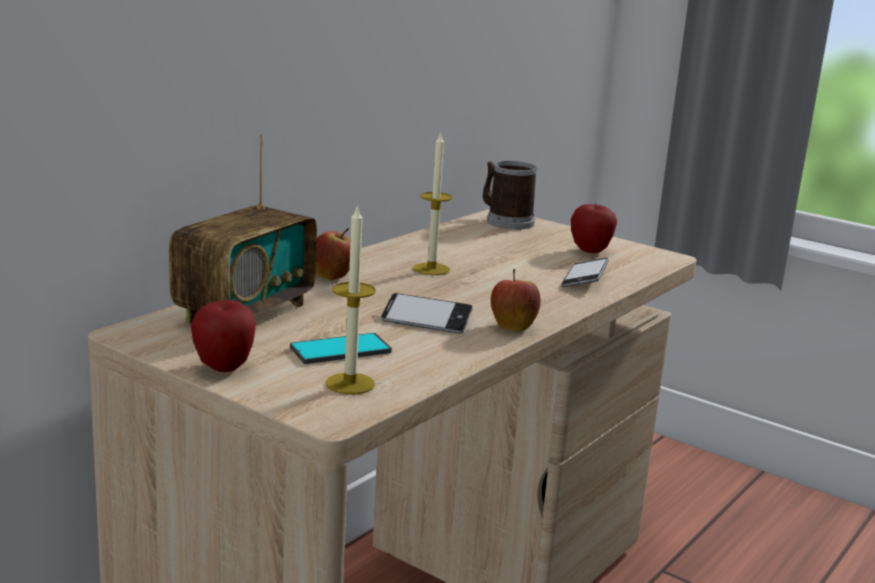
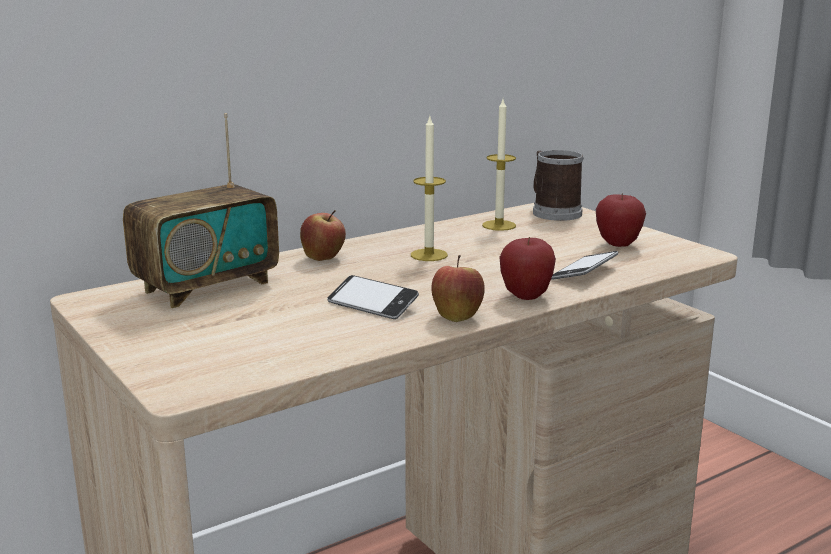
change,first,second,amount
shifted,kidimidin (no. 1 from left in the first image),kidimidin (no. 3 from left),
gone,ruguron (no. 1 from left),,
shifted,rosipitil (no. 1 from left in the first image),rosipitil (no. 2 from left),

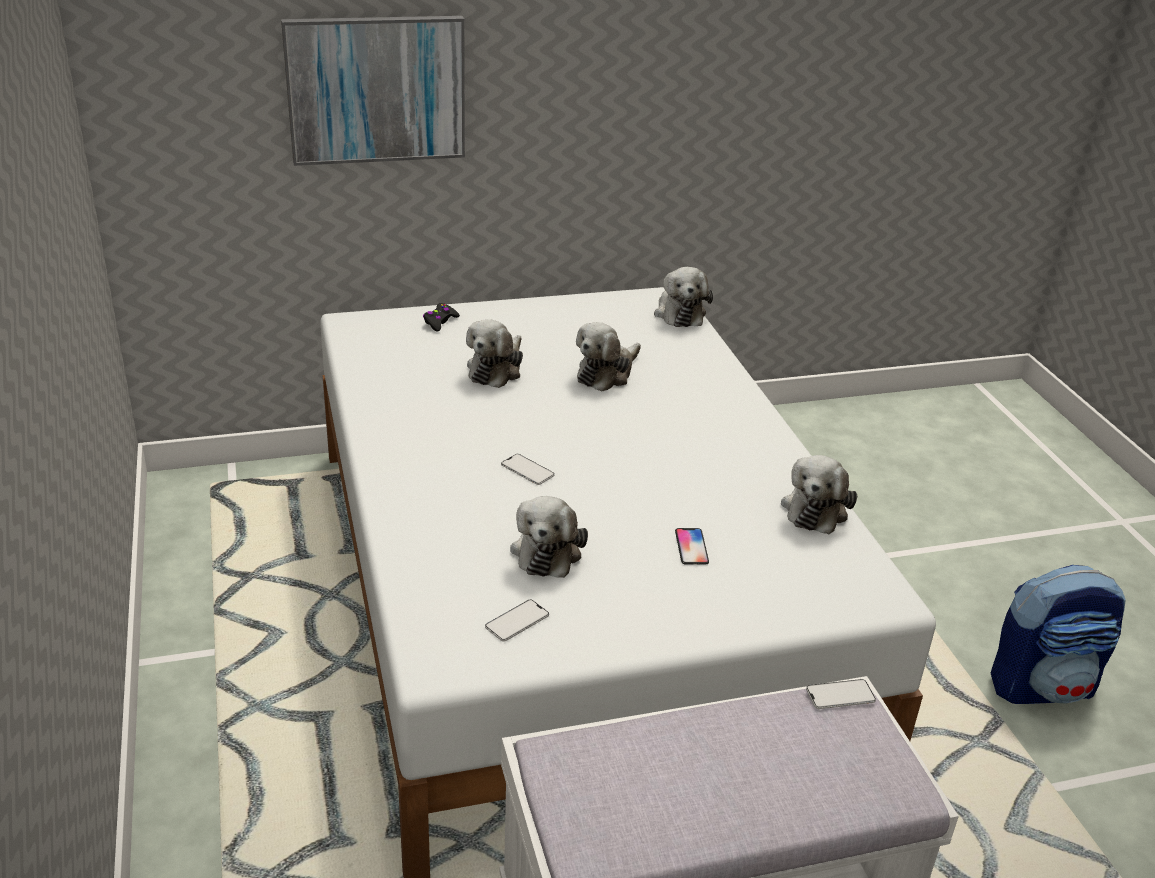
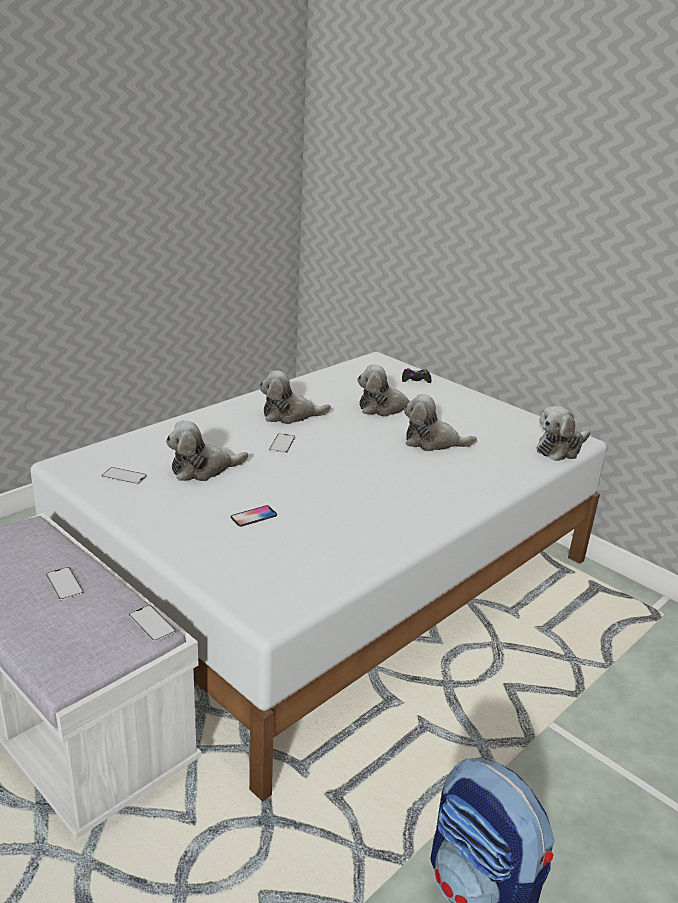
change,first,second,amount
gone,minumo,,
shifted,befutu (no. 5 from left in the first image),befutu (no. 2 from left),
new,,ruguron (no. 1 from left),

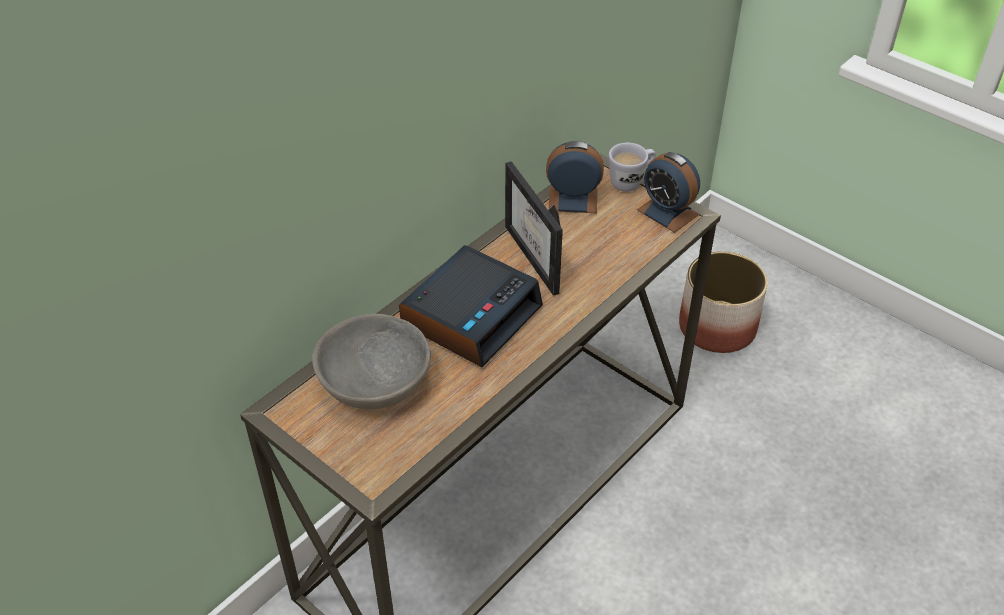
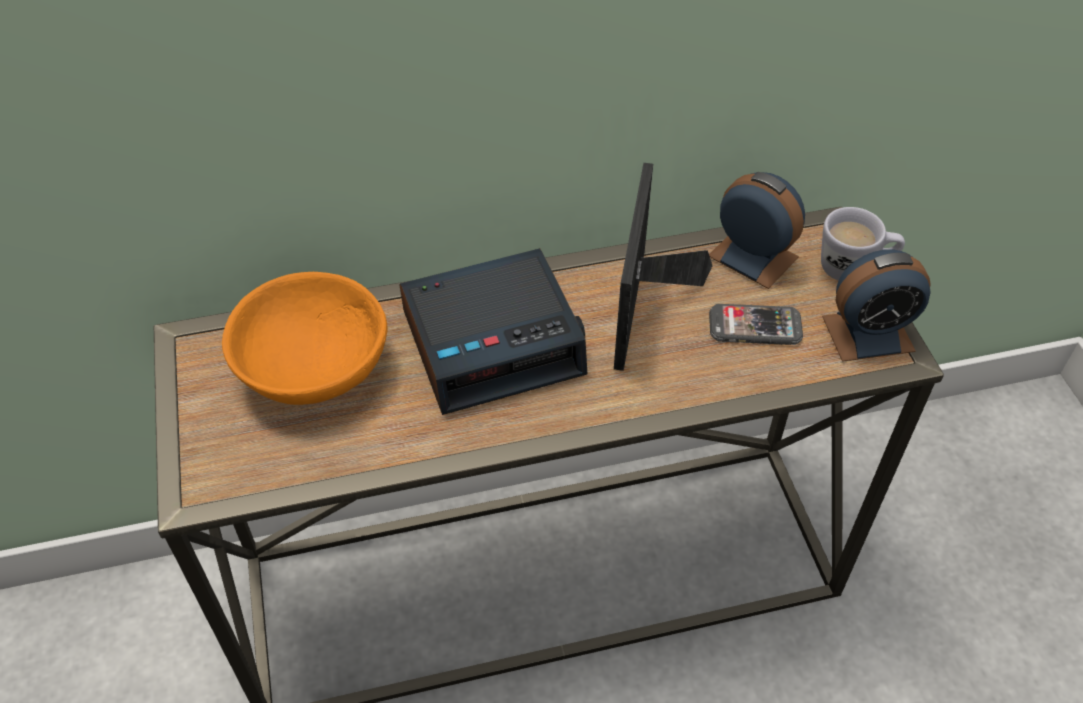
change,first,second,amount
repainted,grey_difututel,orange_difututel,
rotated,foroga (no. 3 from left),,90 degrees counterclockwise
gone,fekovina,,
new,,ruguron,

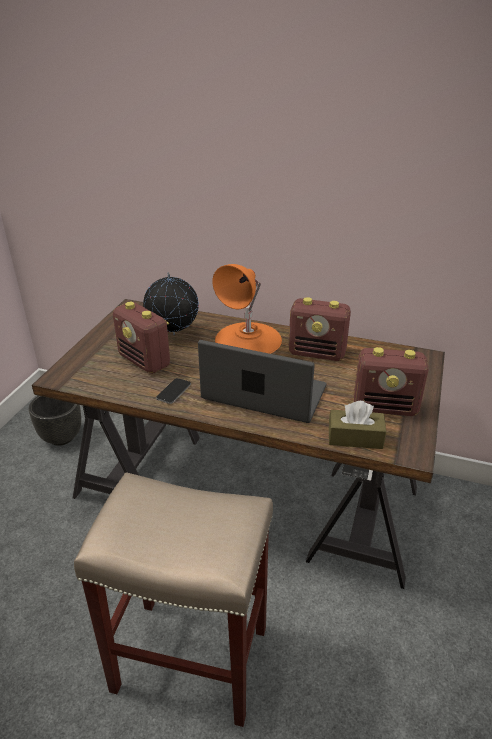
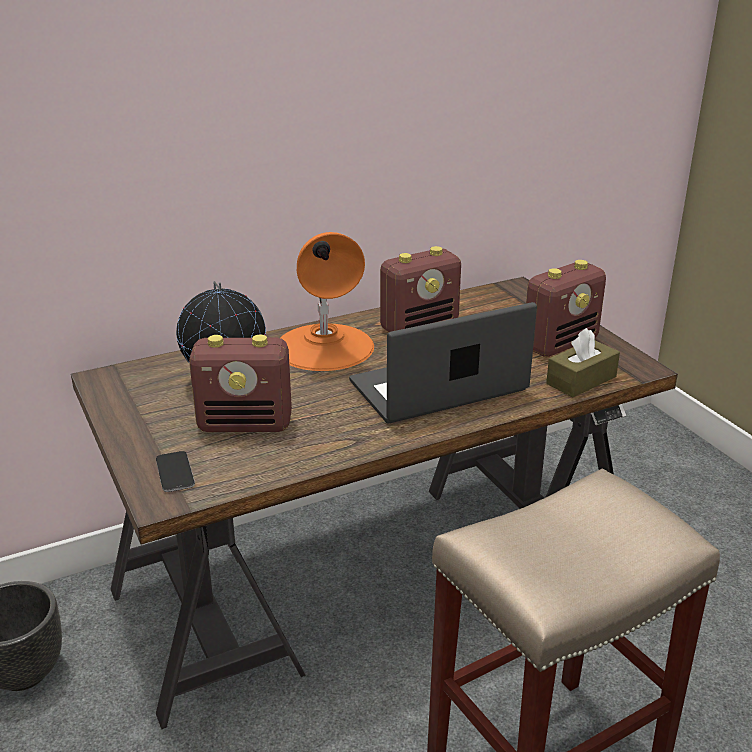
change,first,second,amount
shifted,ruguron,,

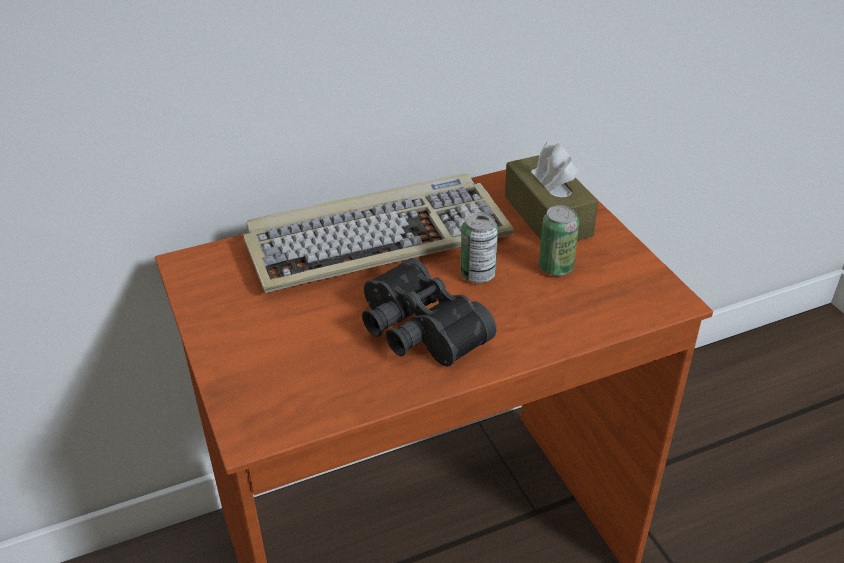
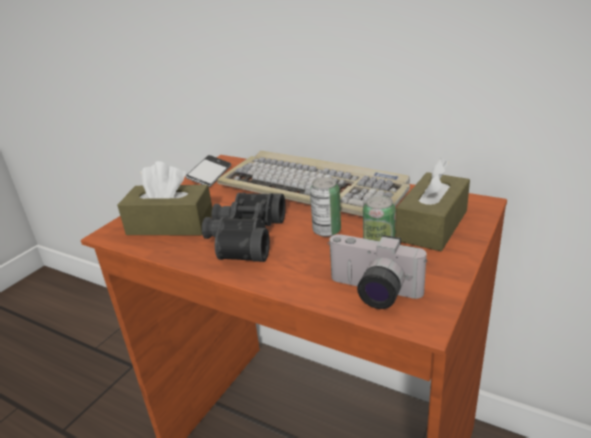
change,first,second,amount
new,,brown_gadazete (no. 1 from left),
new,,ruguron,
new,,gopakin,

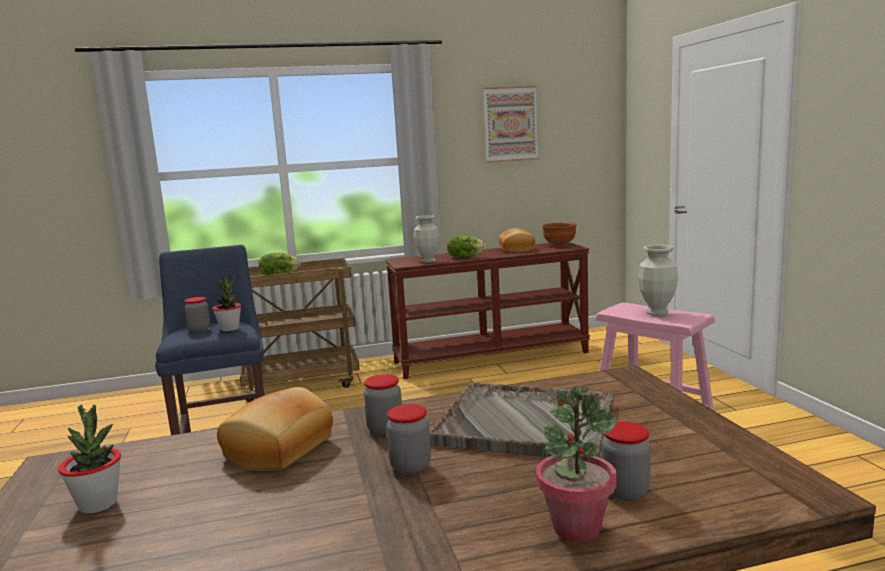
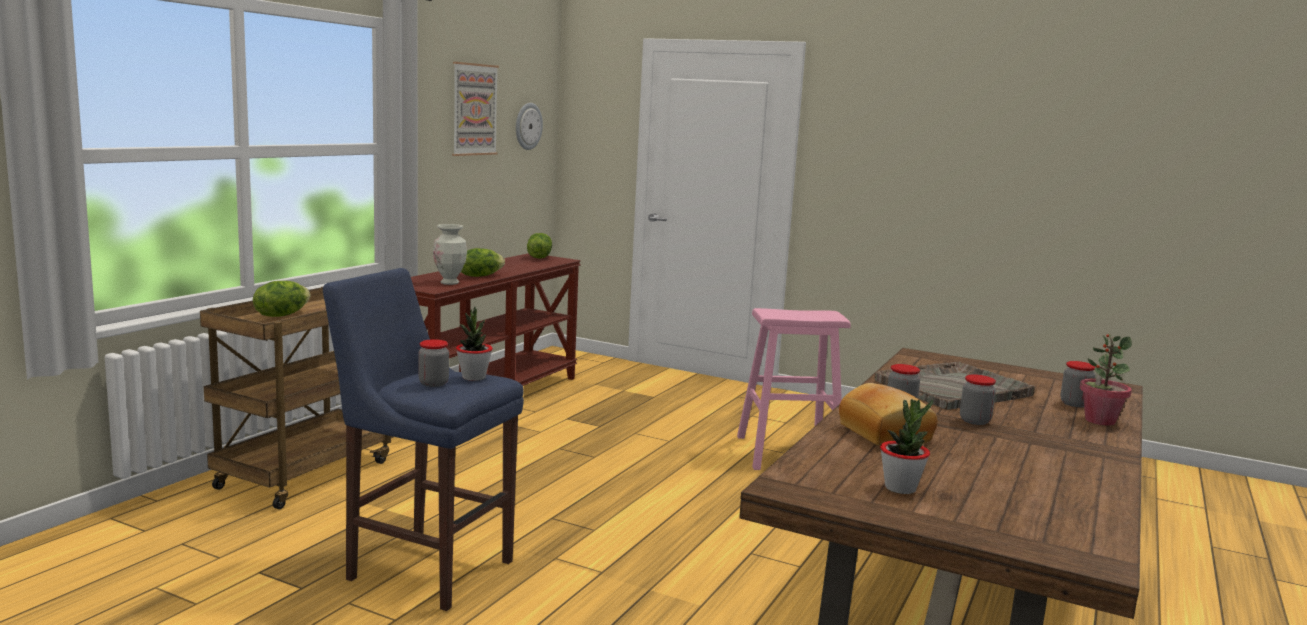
change,first,second,amount
gone,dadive (no. 2 from left),,
swapped,brown_difututel,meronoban (no. 3 from left),
gone,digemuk (no. 2 from left),,
new,,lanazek,

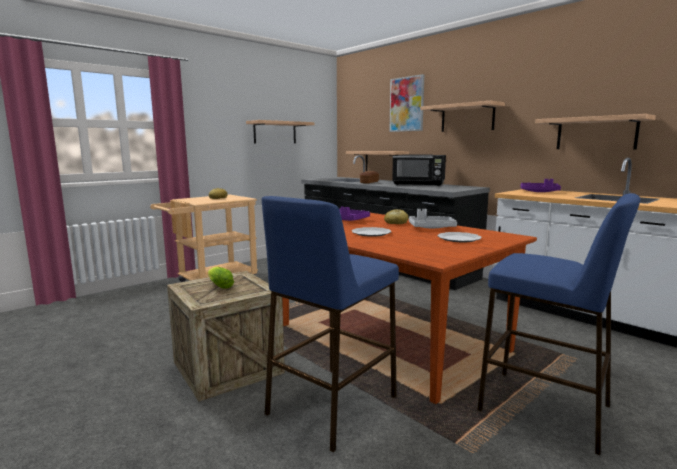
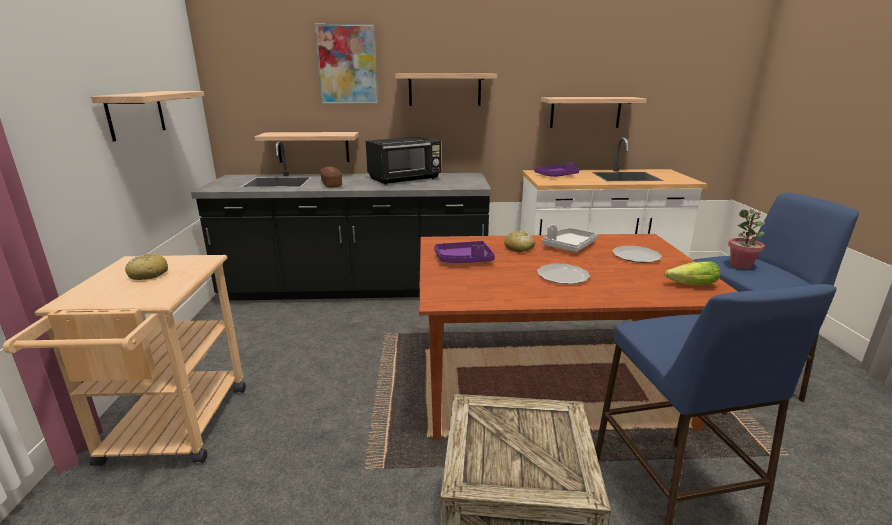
change,first,second,amount
shifted,meronoban,,
new,,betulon,

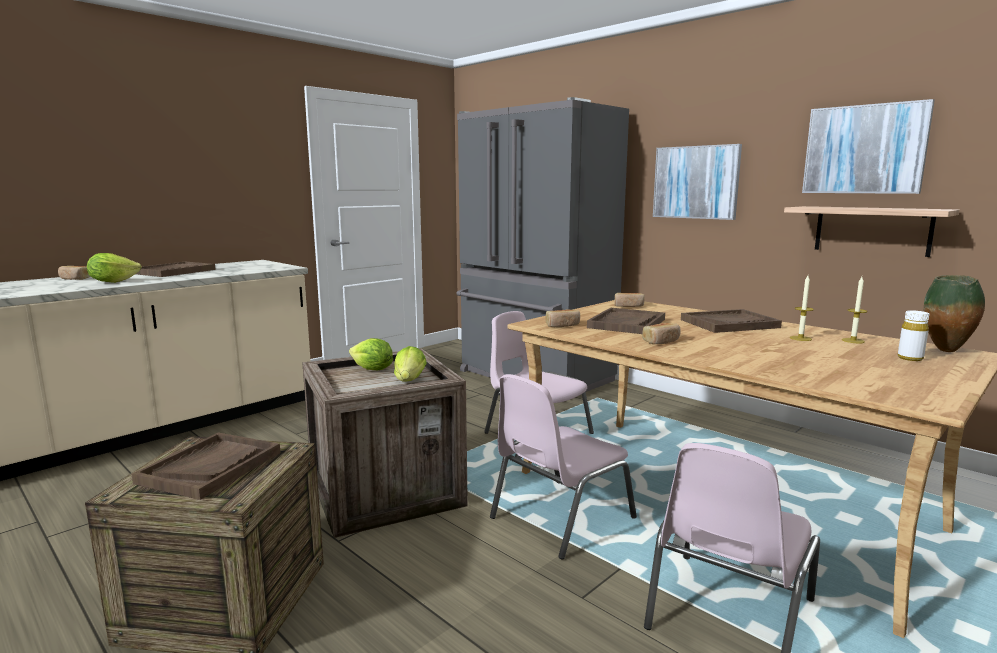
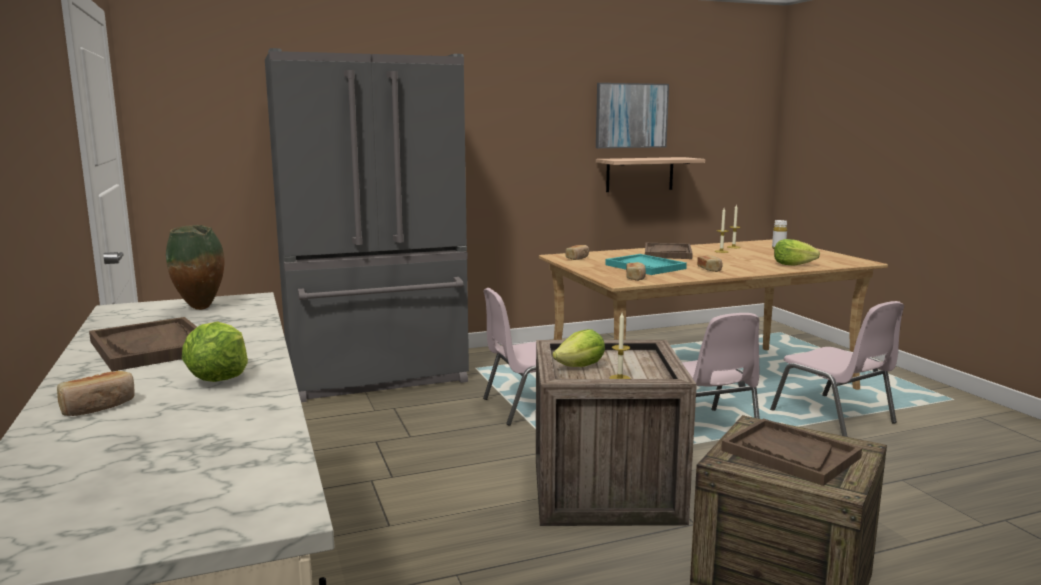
change,first,second,amount
shifted,meronoban (no. 3 from left),,
repainted,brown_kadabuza (no. 3 from left),turquoise_kadabuza,
gone,minumo (no. 1 from left),,
shifted,digemuk,,
new,,rosipitil (no. 1 from left),

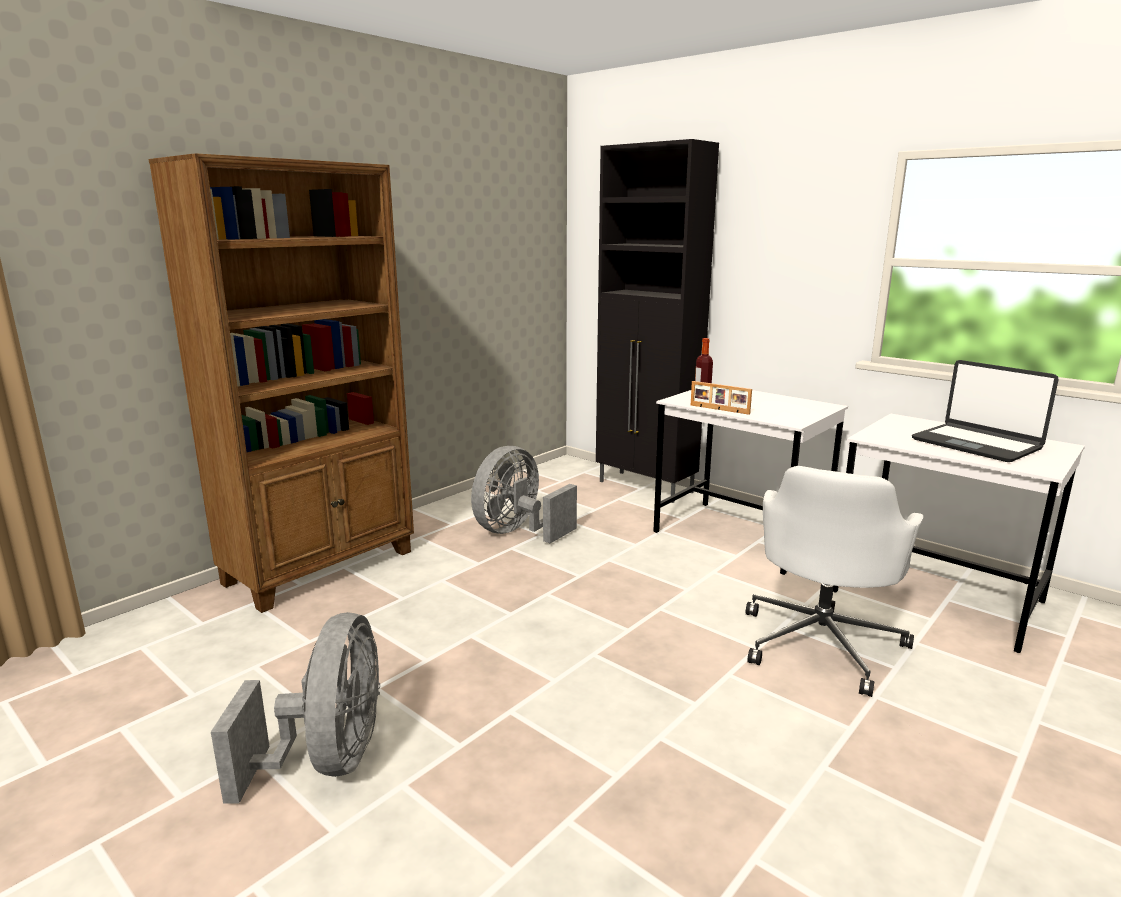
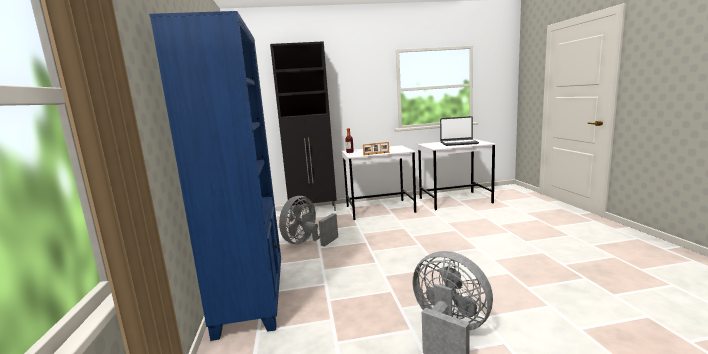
change,first,second,amount
repainted,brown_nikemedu,blue_nikemedu,
rotated,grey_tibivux (no. 2 from left in the first image),grey_tibivux (no. 1 from left),45 degrees clockwise
gone,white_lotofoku,,

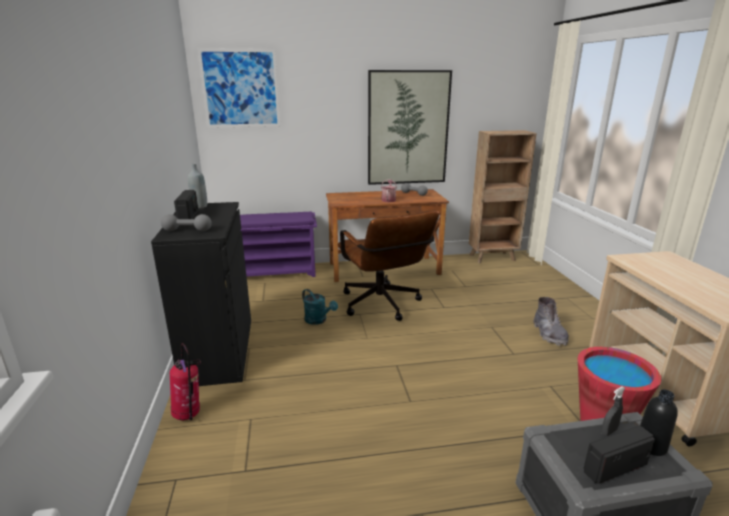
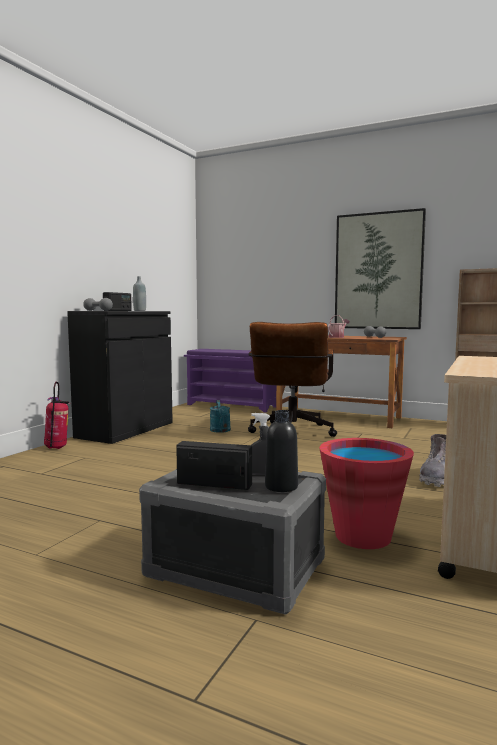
change,first,second,amount
gone,minumo (no. 1 from left),,

